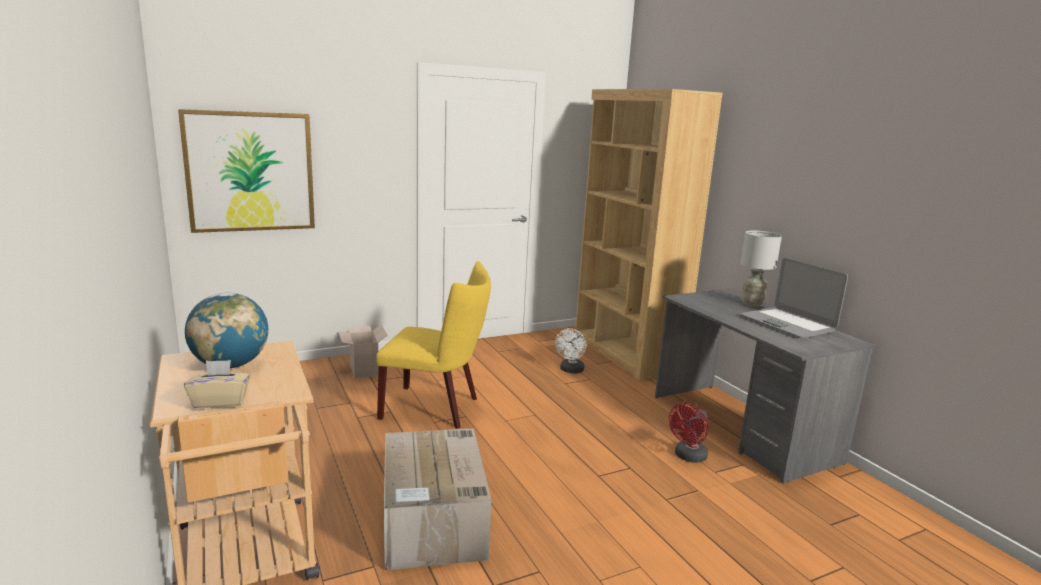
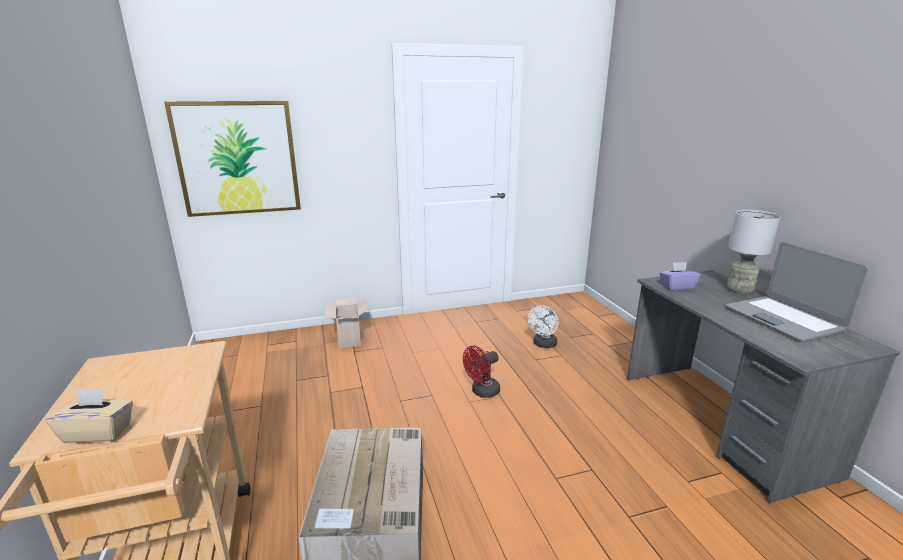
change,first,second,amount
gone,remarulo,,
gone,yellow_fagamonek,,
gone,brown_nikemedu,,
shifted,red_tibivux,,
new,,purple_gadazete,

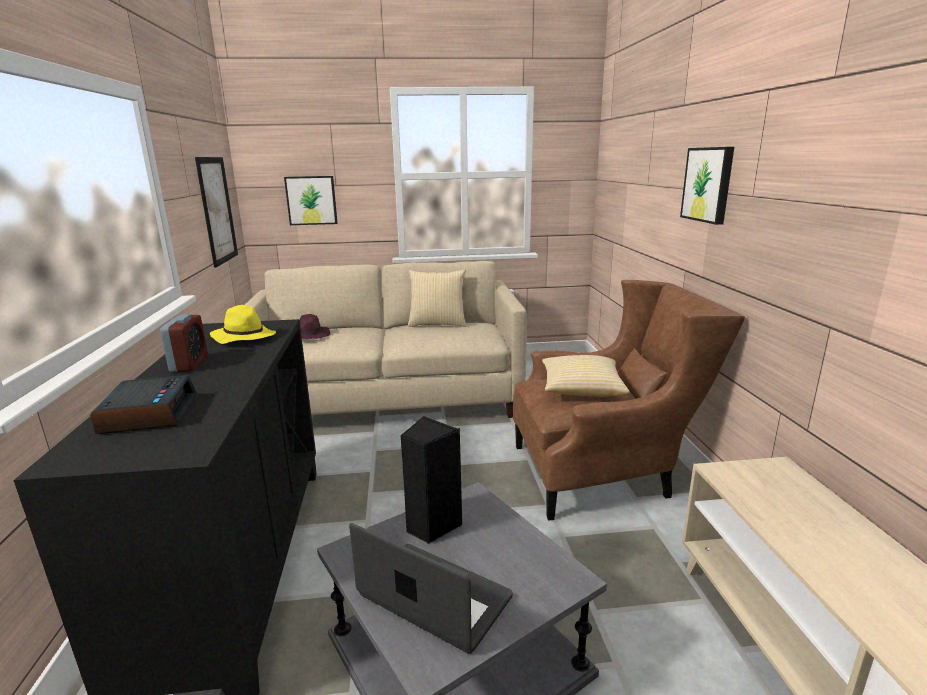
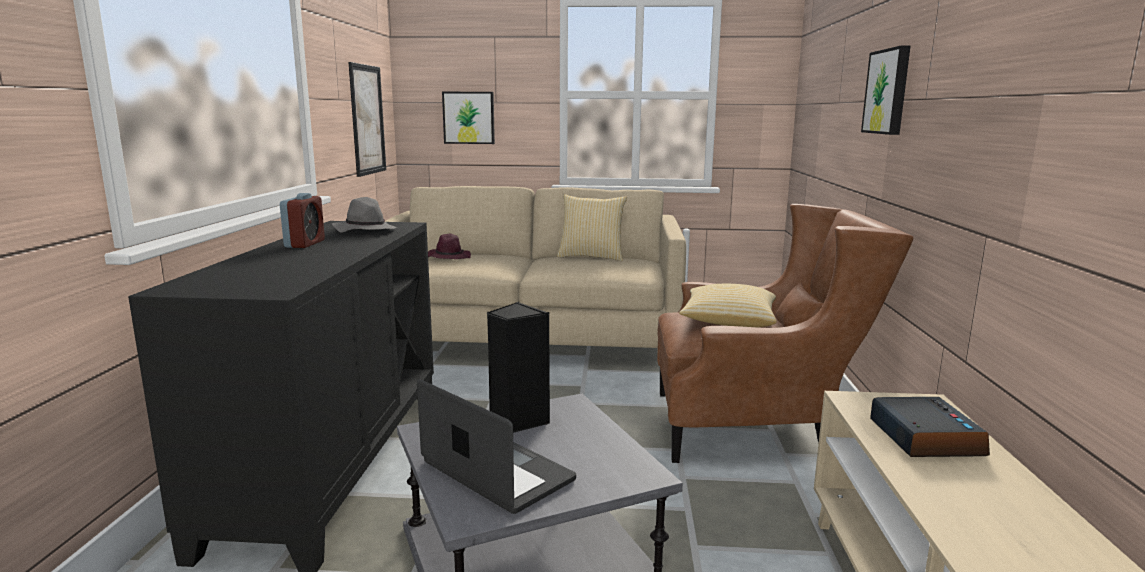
change,first,second,amount
shifted,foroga (no. 1 from left in the first image),foroga (no. 2 from left),
repainted,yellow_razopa,grey_razopa,

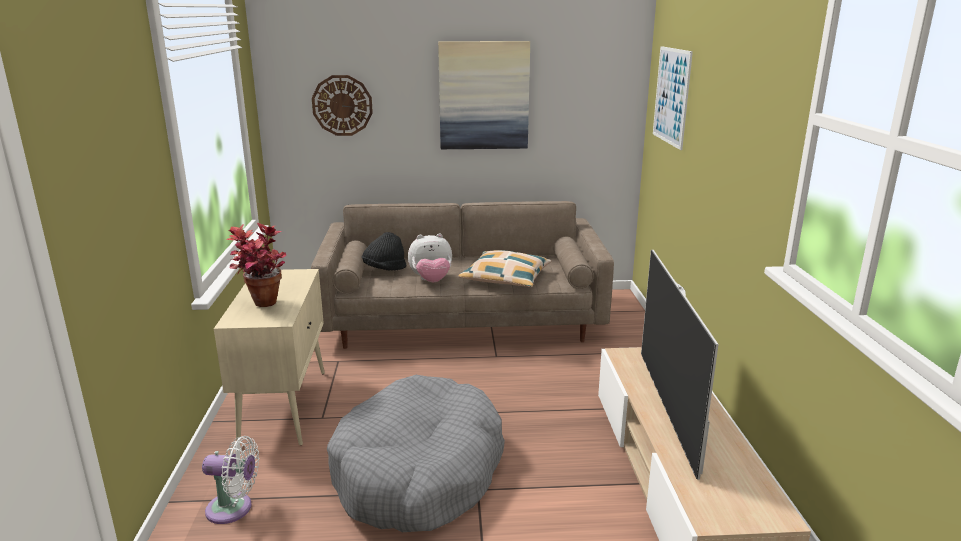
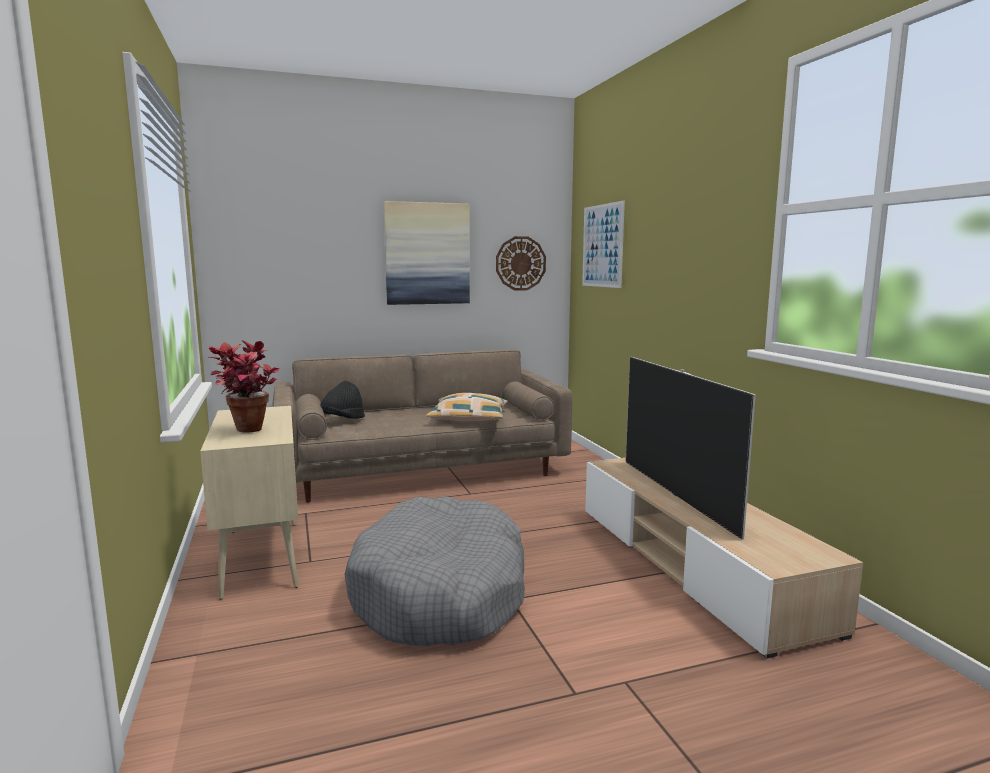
change,first,second,amount
gone,white_tibivux,,
shifted,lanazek,,
gone,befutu,,

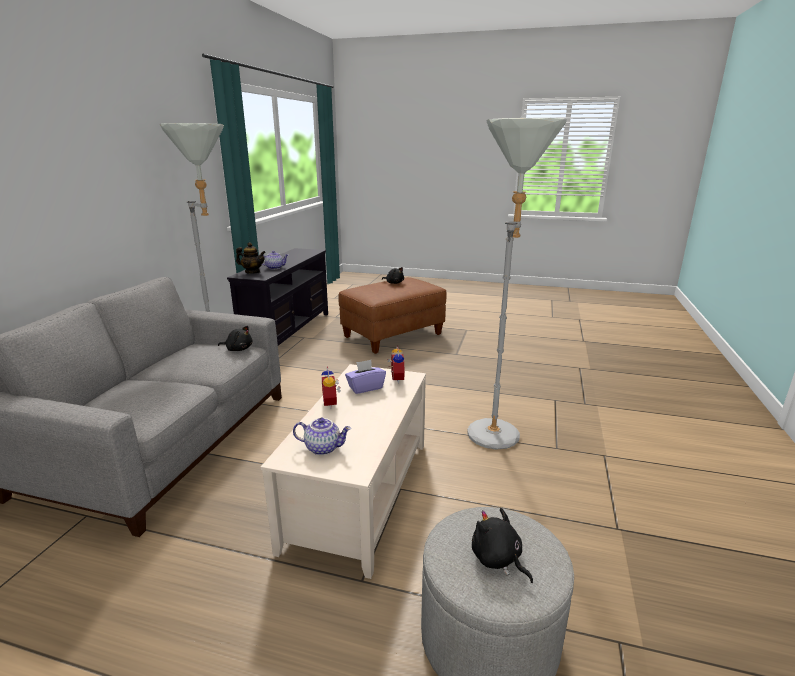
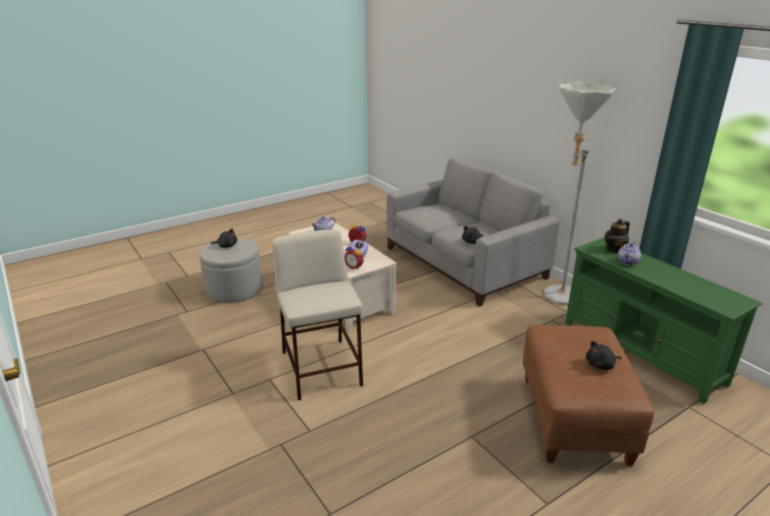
change,first,second,amount
repainted,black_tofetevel,green_tofetevel,
swapped,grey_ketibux (no. 2 from left),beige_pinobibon,

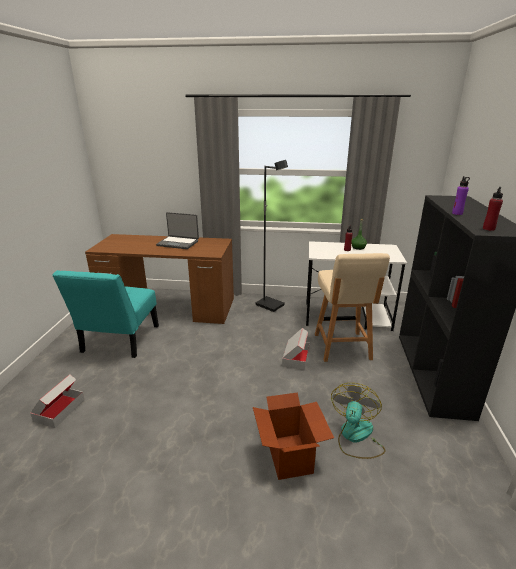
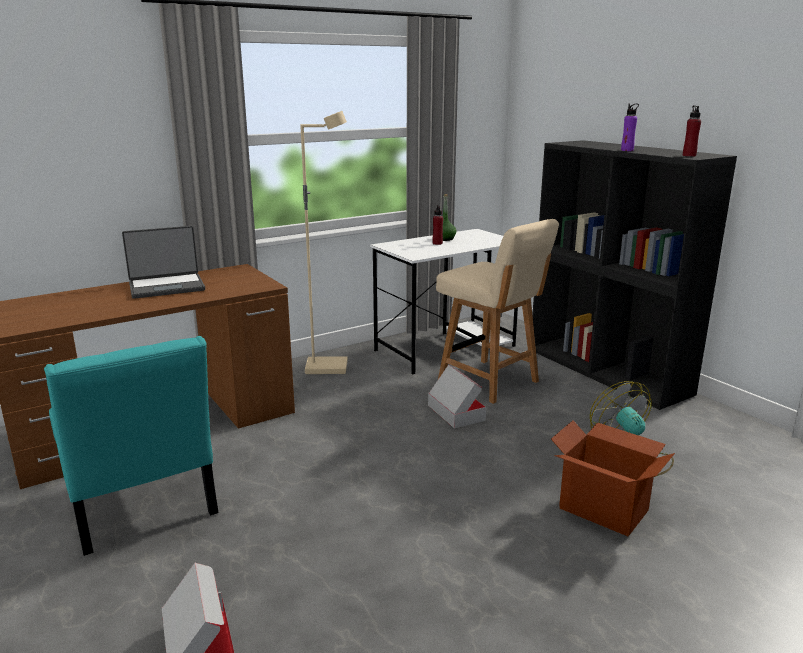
change,first,second,amount
repainted,black_ketibux,beige_ketibux,

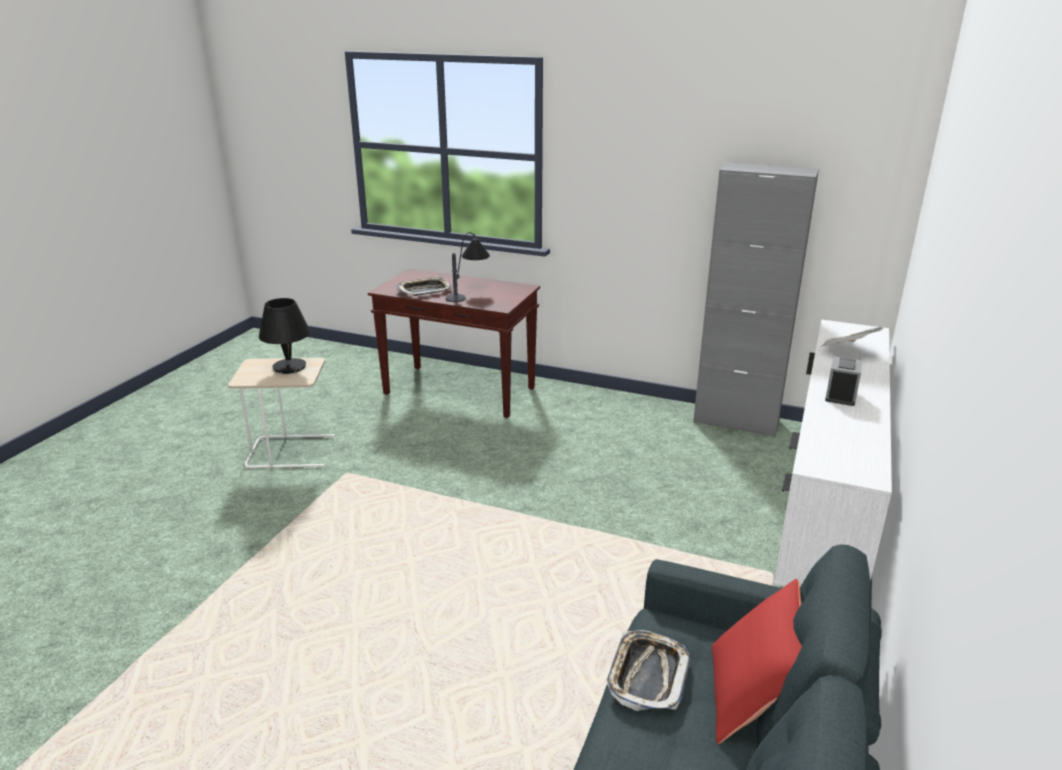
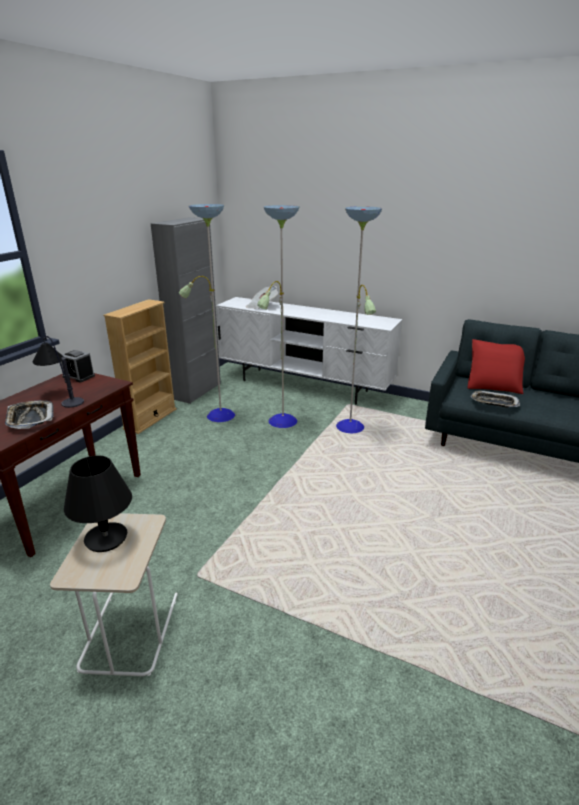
change,first,second,amount
shifted,foroga,,
new,,beige_nikemedu,
new,,ketibux,

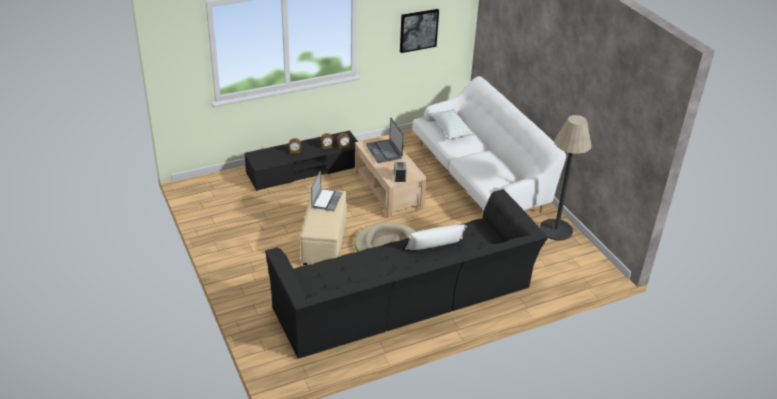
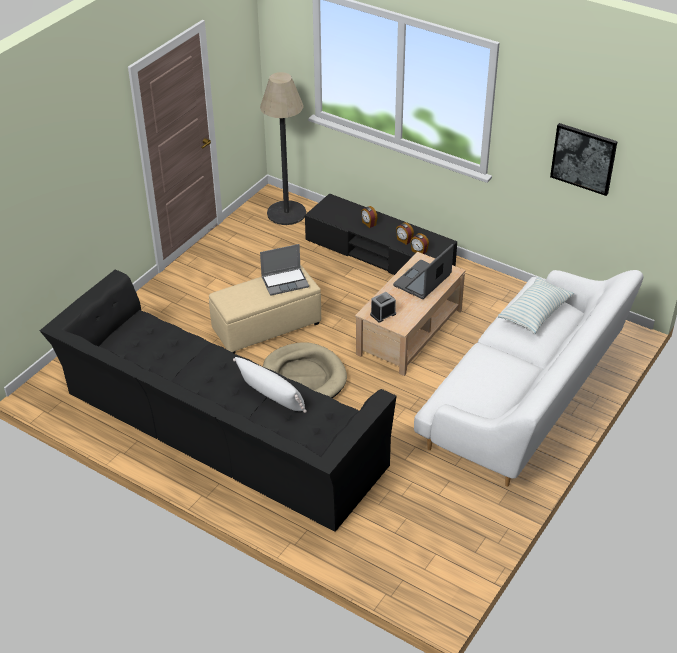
change,first,second,amount
shifted,ketibux,,

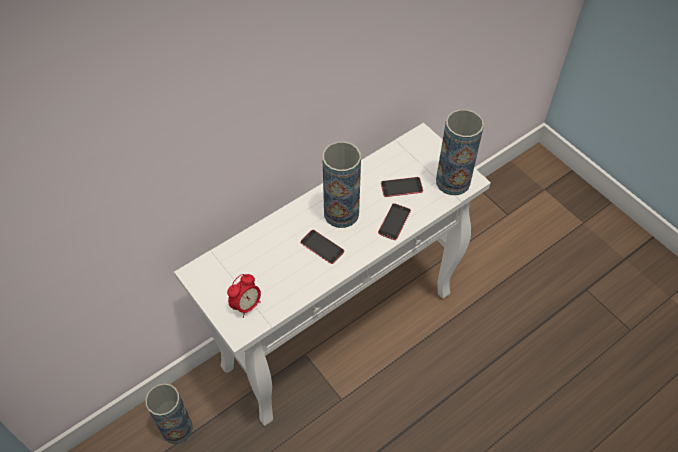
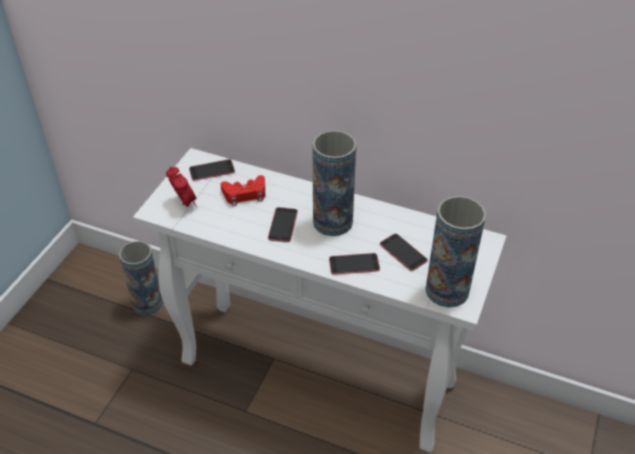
change,first,second,amount
rotated,foroga,,135 degrees counterclockwise
new,,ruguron (no. 1 from left),
new,,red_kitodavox,

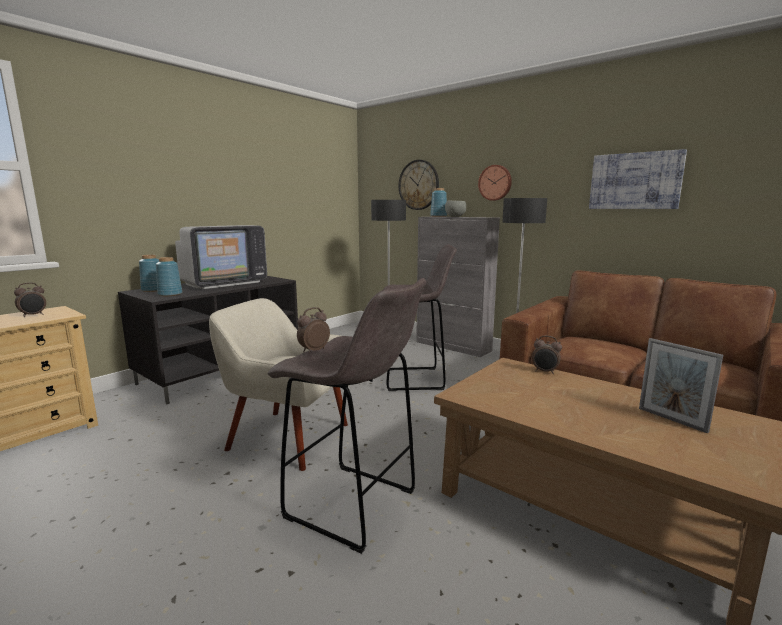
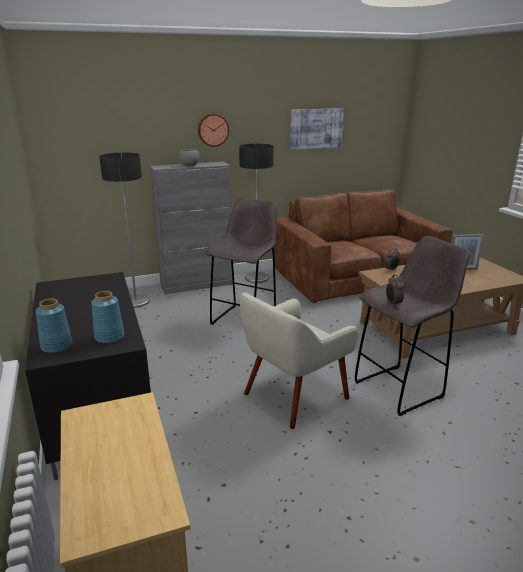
change,first,second,amount
gone,foroga (no. 1 from left),,
gone,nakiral,,
gone,lanazek (no. 1 from left),,
gone,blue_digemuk (no. 3 from left),,

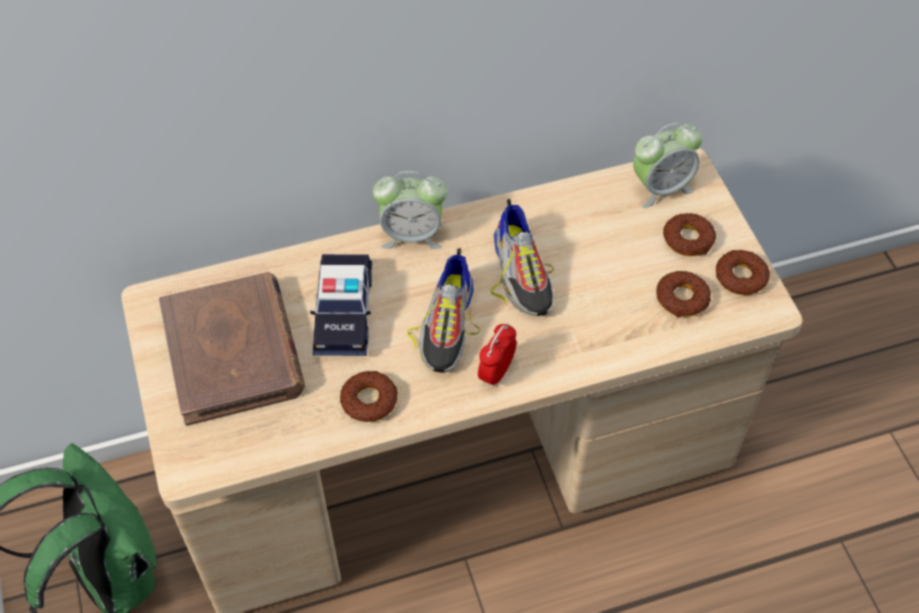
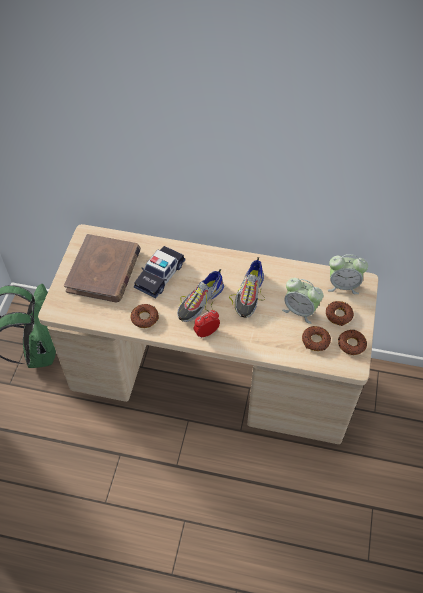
change,first,second,amount
shifted,foroga (no. 1 from left in the first image),foroga (no. 2 from left),

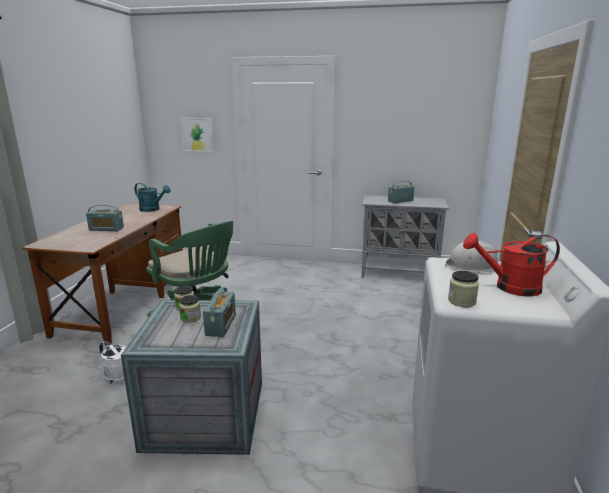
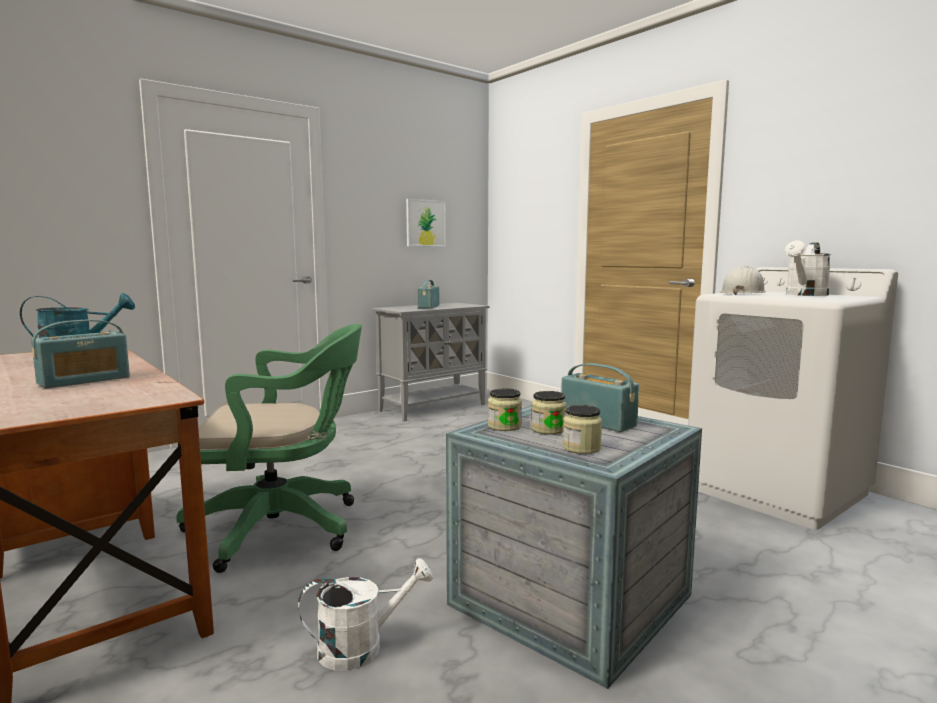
change,first,second,amount
shifted,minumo,,
shifted,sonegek (no. 3 from left),,
repainted,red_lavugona,white_lavugona (no. 2 from left),

